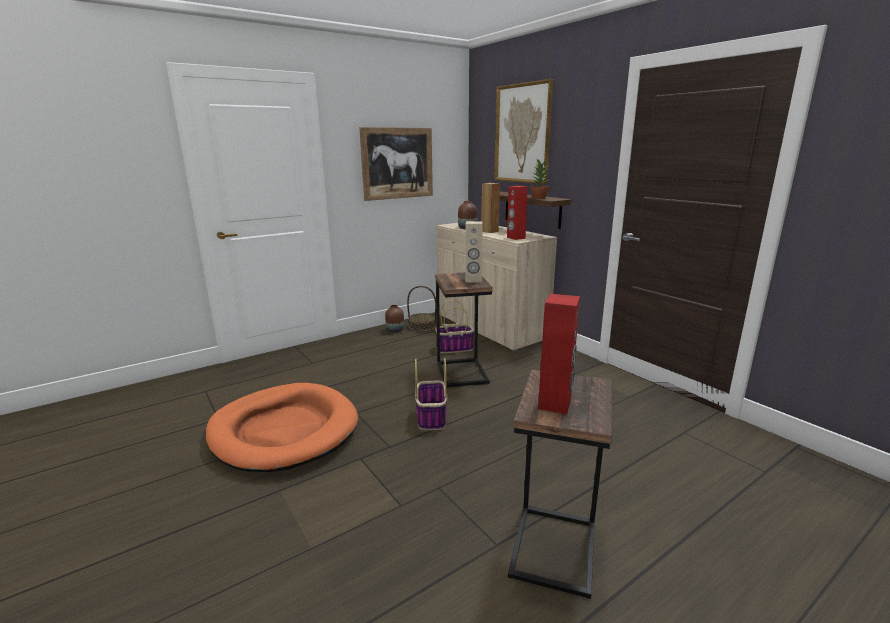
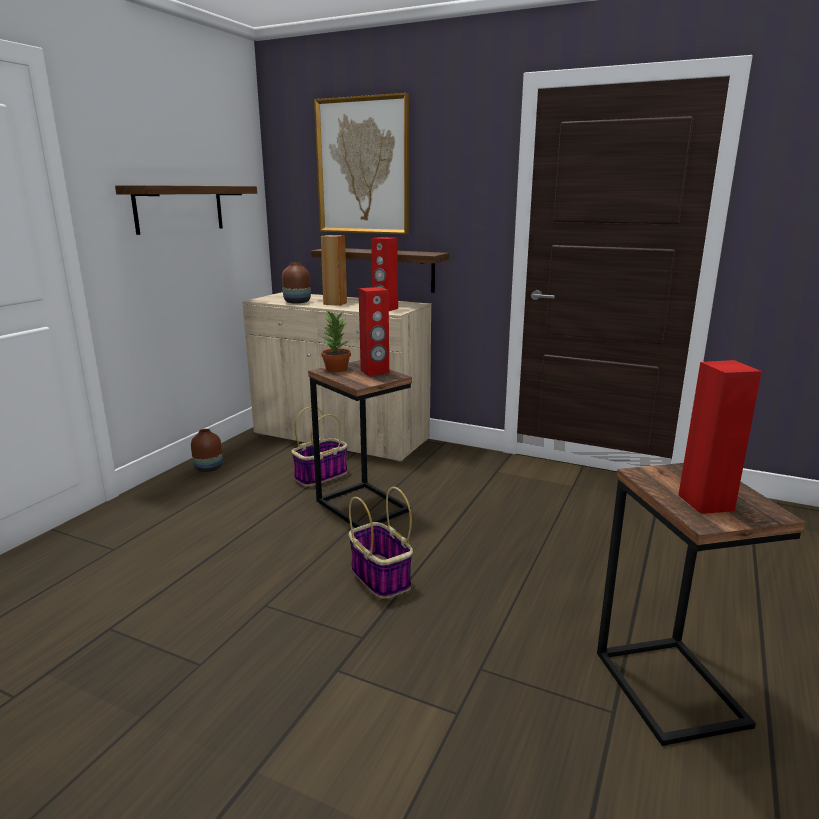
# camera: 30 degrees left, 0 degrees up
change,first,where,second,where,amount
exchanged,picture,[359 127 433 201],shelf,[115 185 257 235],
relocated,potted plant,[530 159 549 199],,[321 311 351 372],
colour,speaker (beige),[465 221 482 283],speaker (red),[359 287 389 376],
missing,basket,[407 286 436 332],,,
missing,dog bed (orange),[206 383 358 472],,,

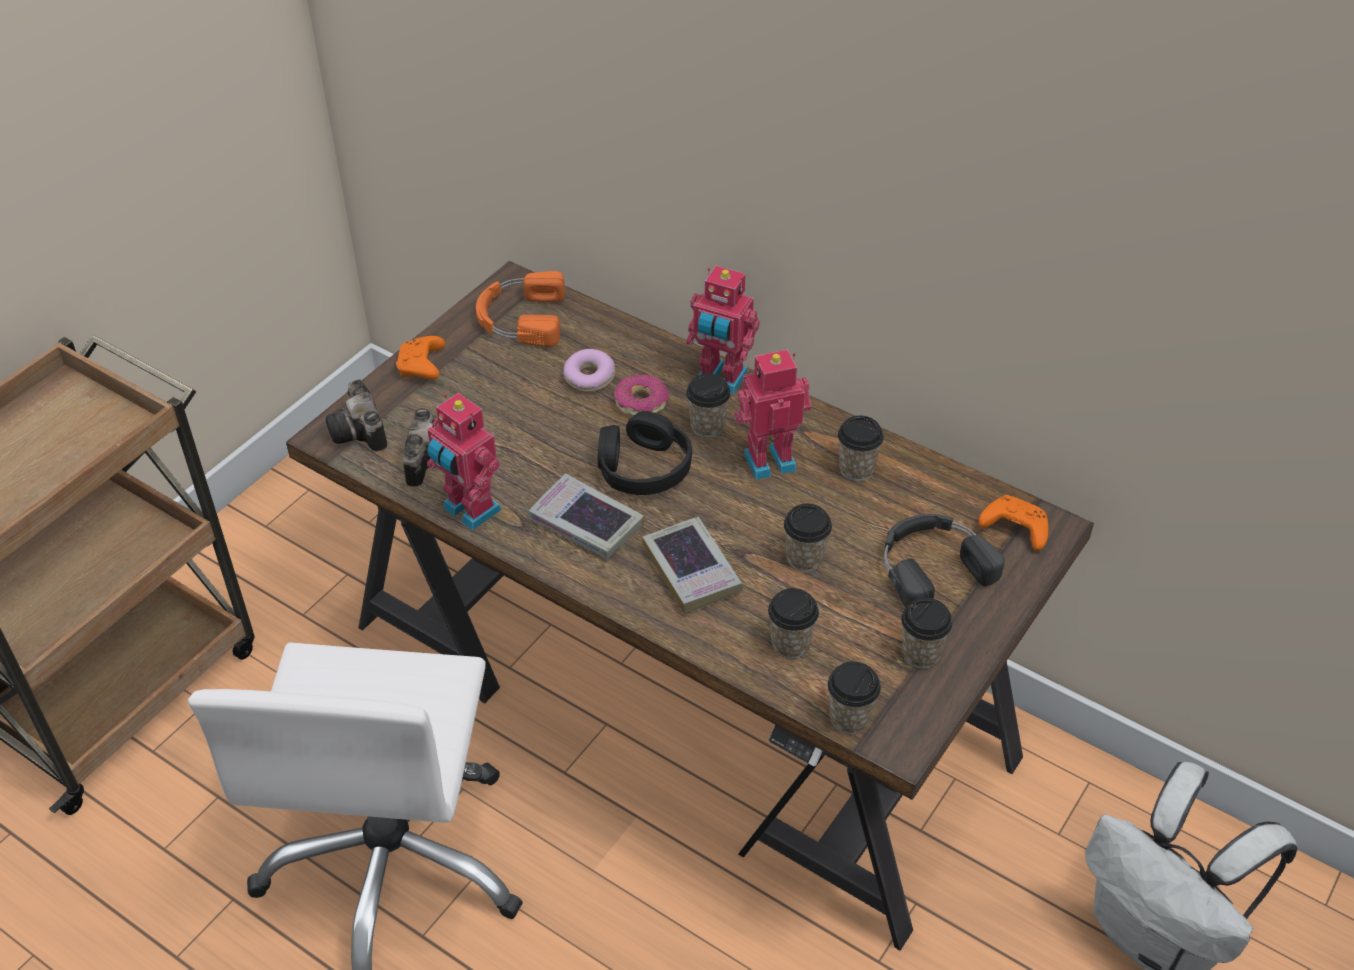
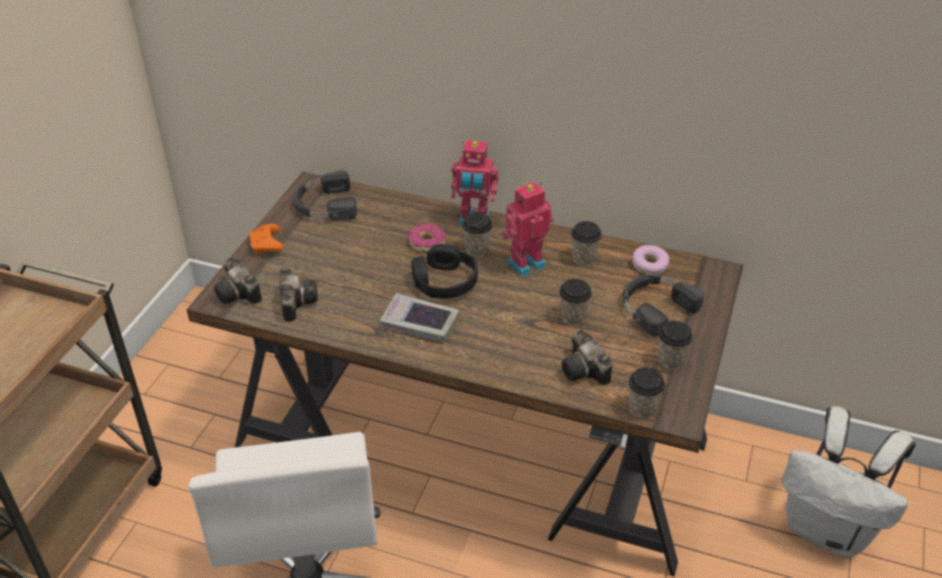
# camera: 15 degrees left, 5 degrees down
change,first,where,second,where,amount
colour,headphones (orange),[476 271 565 347],headphones (black),[293 170 357 220],
relocated,donut,[563 349 615 392],,[632 245 669 274],
missing,toy robot,[427 393 502 531],,,
missing,game controller (orange),[978 495 1048 551],,,
missing,book,[642 517 743 614],,,
exchanged,cup,[768 588 819 659],photo camera,[561 330 612 385],

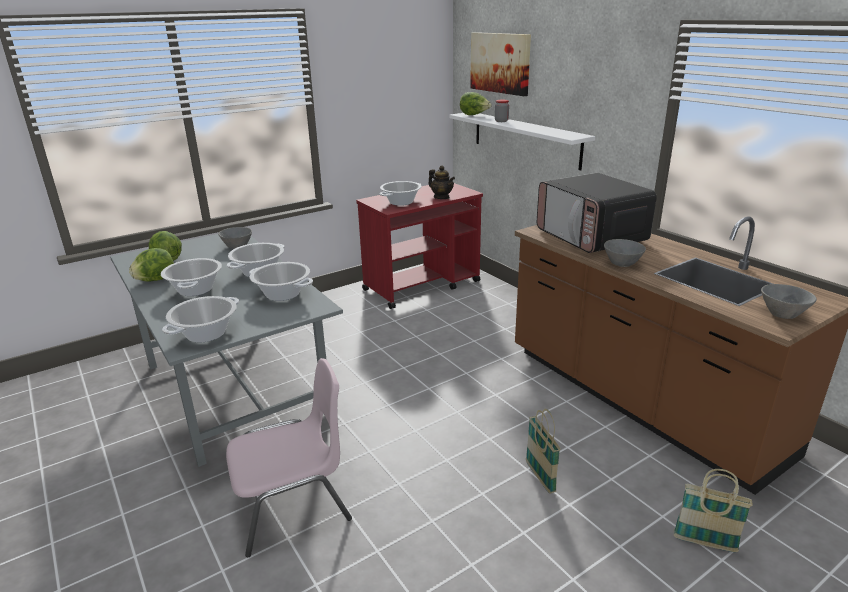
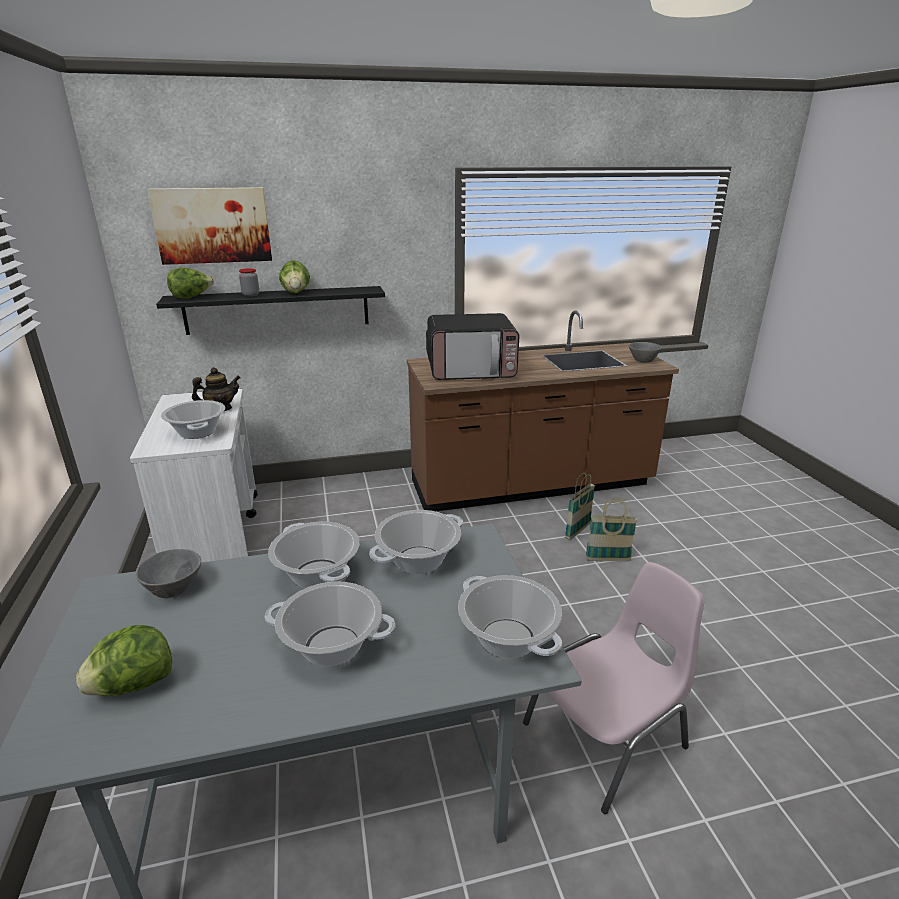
# camera: 70 degrees left, 0 degrees up
change,first,where,second,where,amount
colour,shelf (white),[449 113 595 170],shelf (black),[156 286 385 335],
colour,cart (red),[356 183 483 309],cart (white),[130 389 258 563],
missing,bowl (grey),[604 239 646 267],,,
relocated,lettuce,[129 248 174 281],,[279 260 310 294],
spun,chair (pink),[226 358 352 557],,[523 562 704 814],60 degrees clockwise
relocated,basket,[674 469 753 552],,[565 472 595 540],

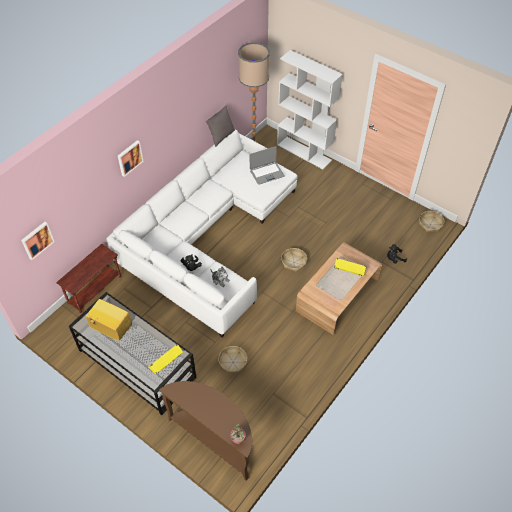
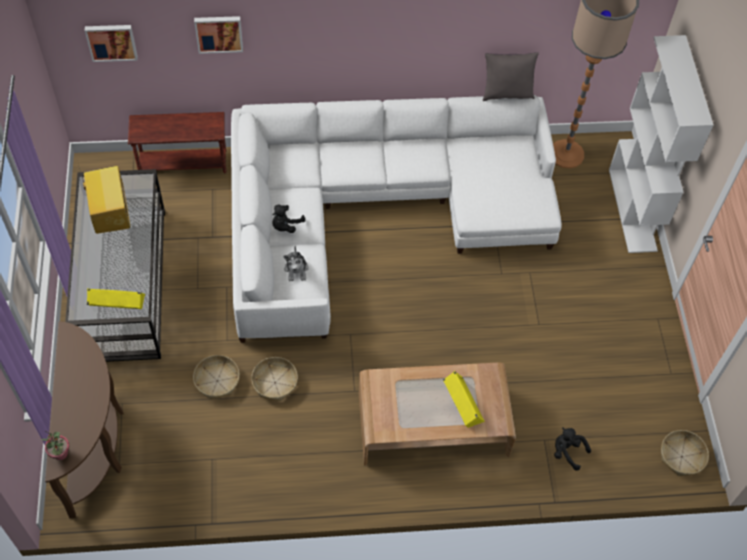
# camera: 45 degrees right, 5 degrees up
change,first,where,second,where,amount
relocated,picture,[118 140 144 177],,[194 16 243 54],
missing,laptop,[250 146 285 185],,,
relocated,basket,[281 248 307 272],,[251 357 298 401],

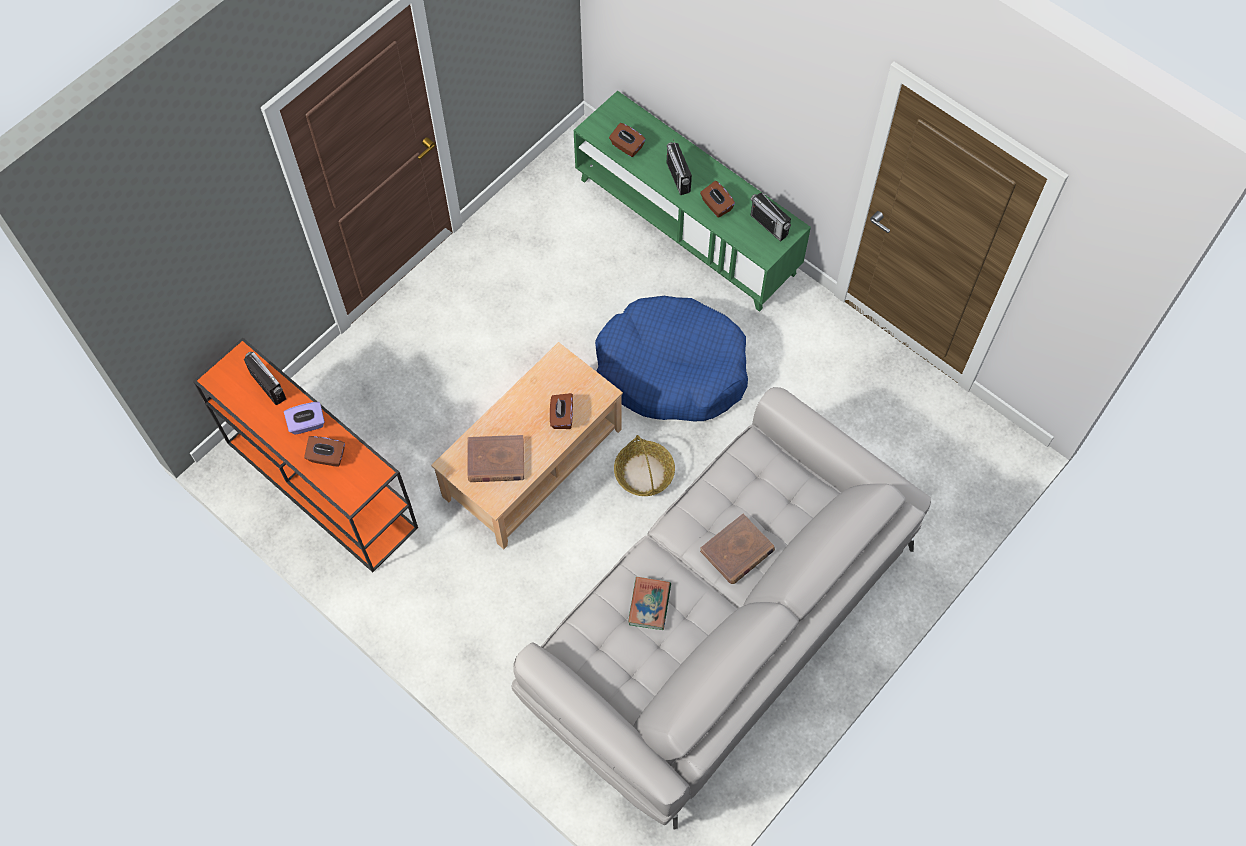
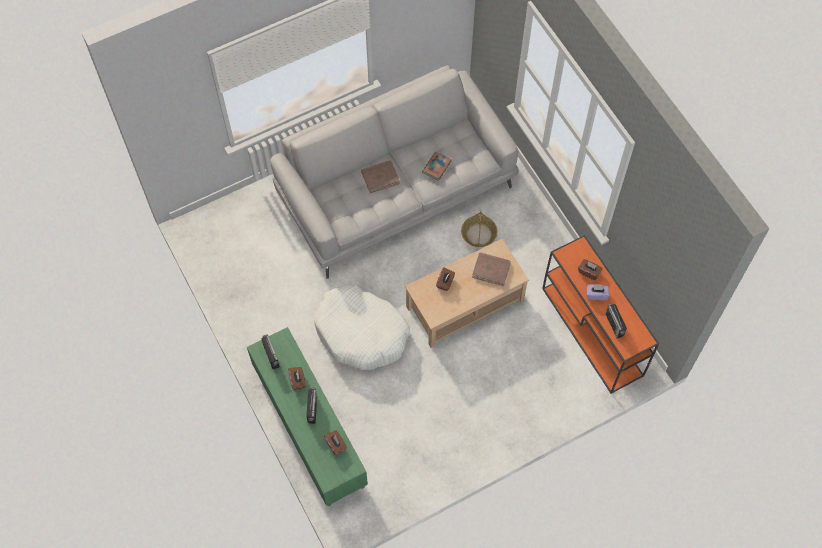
# camera: 160 degrees left, 0 degrees up
change,first,where,second,where,amount
colour,dog bed (blue),[595 296 748 421],dog bed (white),[313 285 410 370],
relocated,basket,[614 435 675 496],,[461 211 497 247],

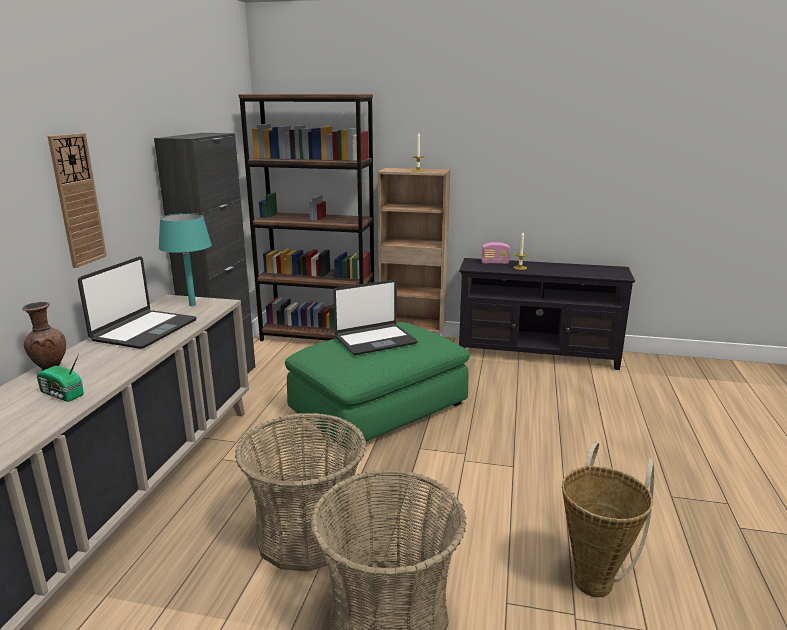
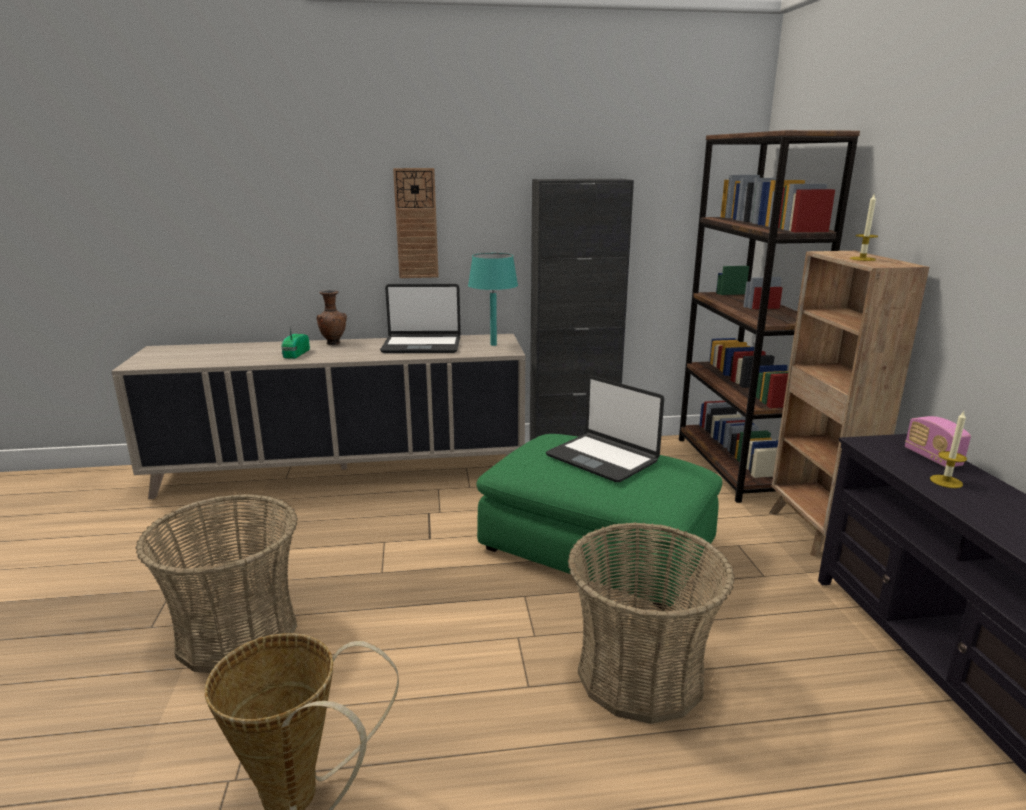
# camera: 70 degrees right, 0 degrees up
change,first,where,second,where,amount
relocated,basket,[235 413 366 572],,[568 522 735 724],

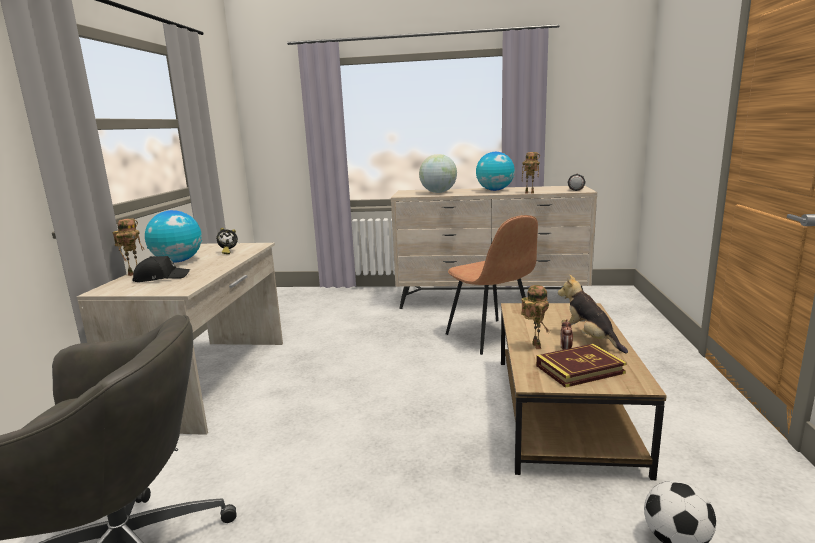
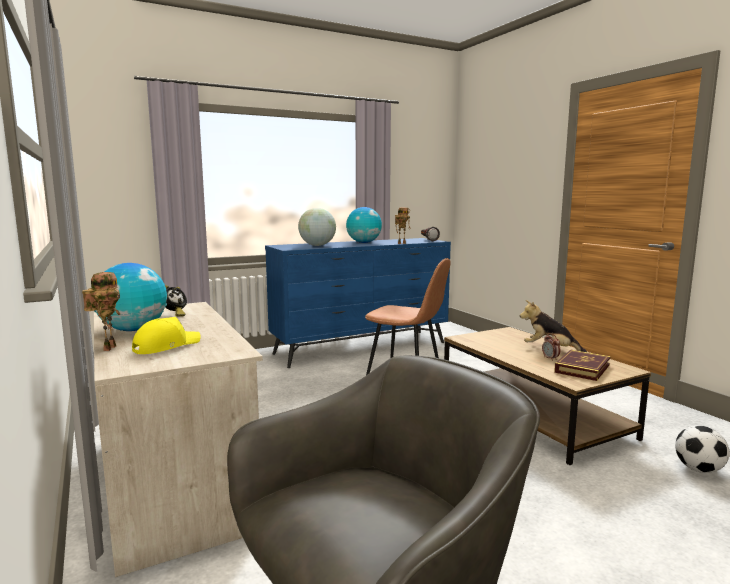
# camera: 35 degrees left, 5 degrees down
change,first,where,second,where,amount
colour,dresser (beige),[391 185 597 309],dresser (blue),[265 238 451 368],
colour,cap (black),[132 256 190 282],cap (yellow),[132 317 201 354],
missing,toy robot,[521 285 550 349],,,

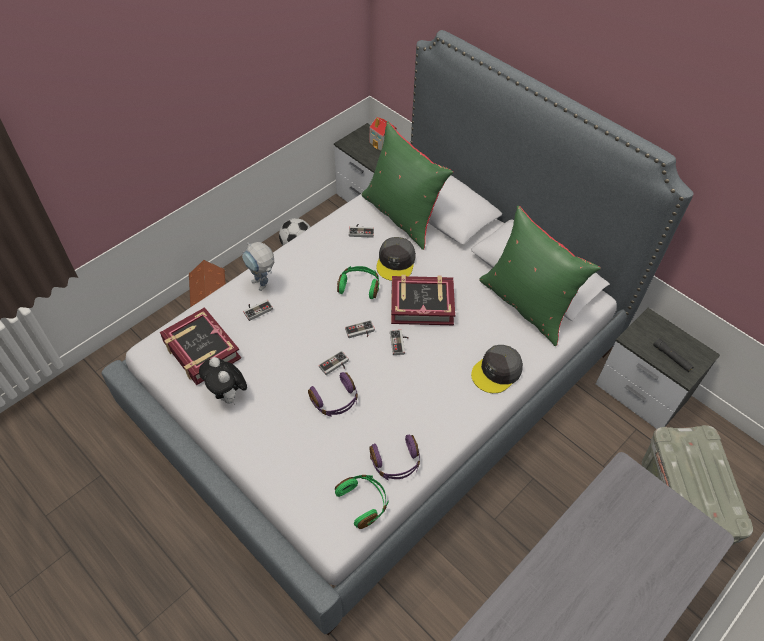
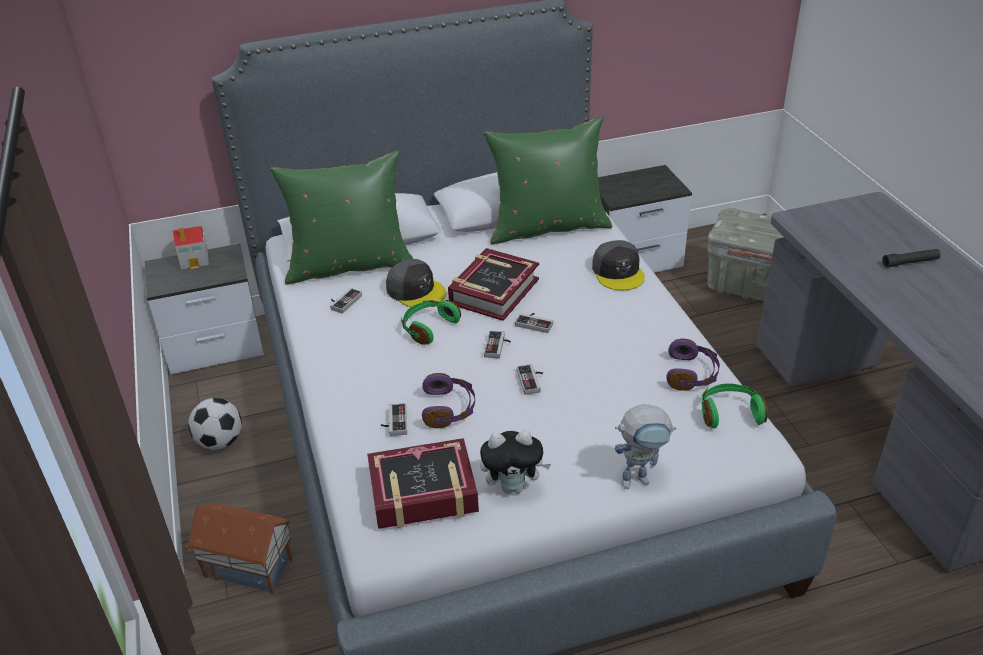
# camera: 60 degrees left, 15 degrees down
change,first,where,second,where,amount
relocated,toy robot,[242 242 274 291],,[615 404 676 489],
relocated,flashlight (black),[653 338 694 372],,[882 249 941 268],
relocated,headphones (purple),[308 372 358 417],,[422 373 475 428],

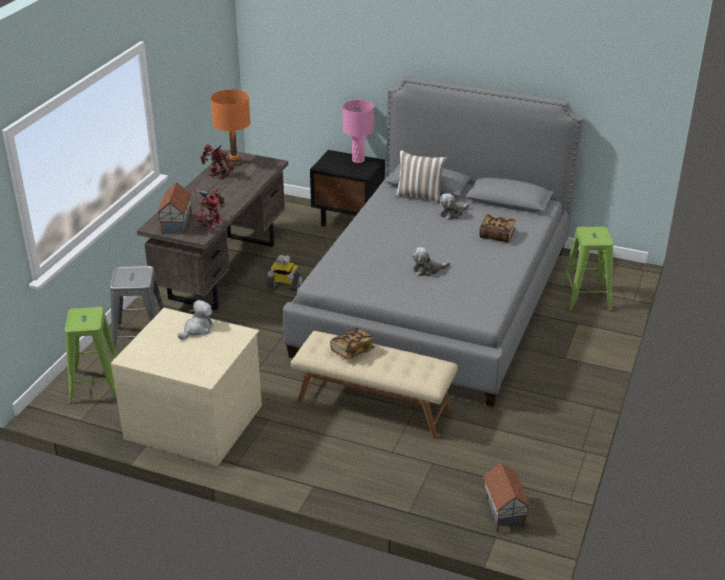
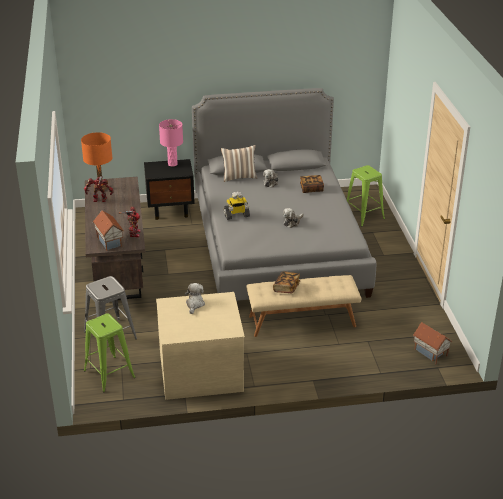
# camera: 30 degrees left, 0 degrees up
change,first,where,second,where,amount
relocated,toy robot,[268 255 303 291],,[223 191 250 220],

